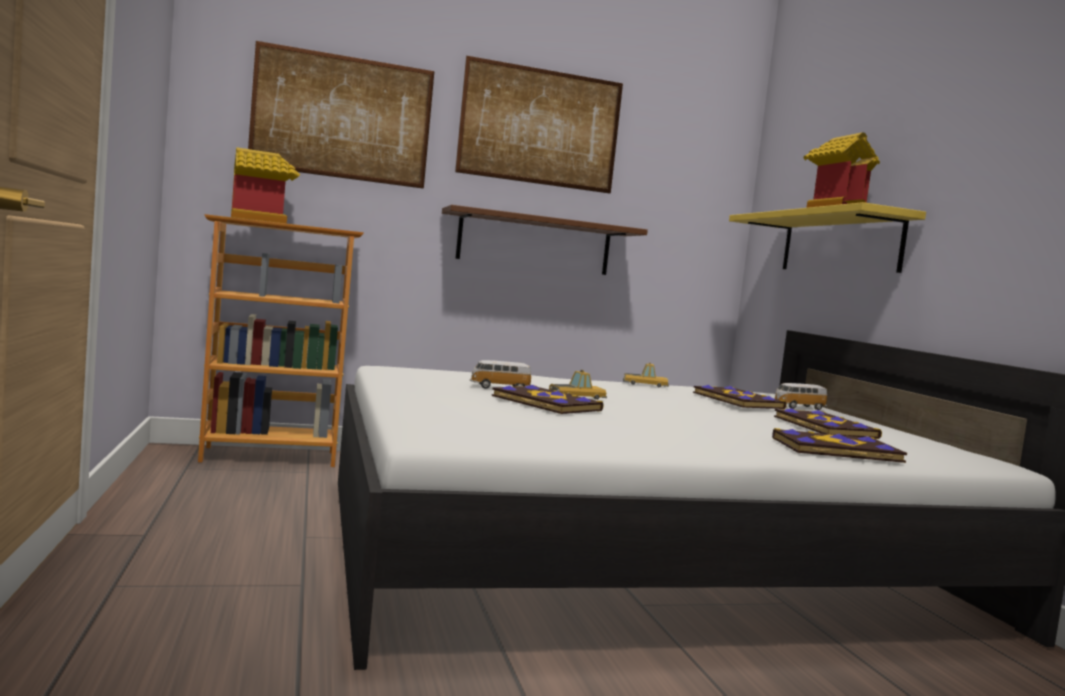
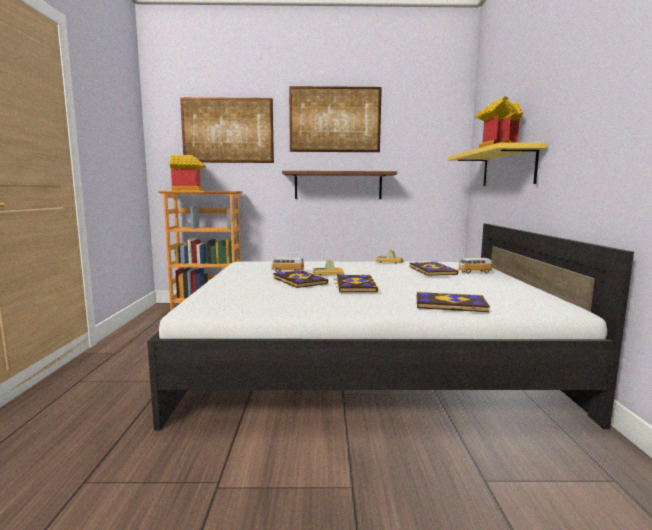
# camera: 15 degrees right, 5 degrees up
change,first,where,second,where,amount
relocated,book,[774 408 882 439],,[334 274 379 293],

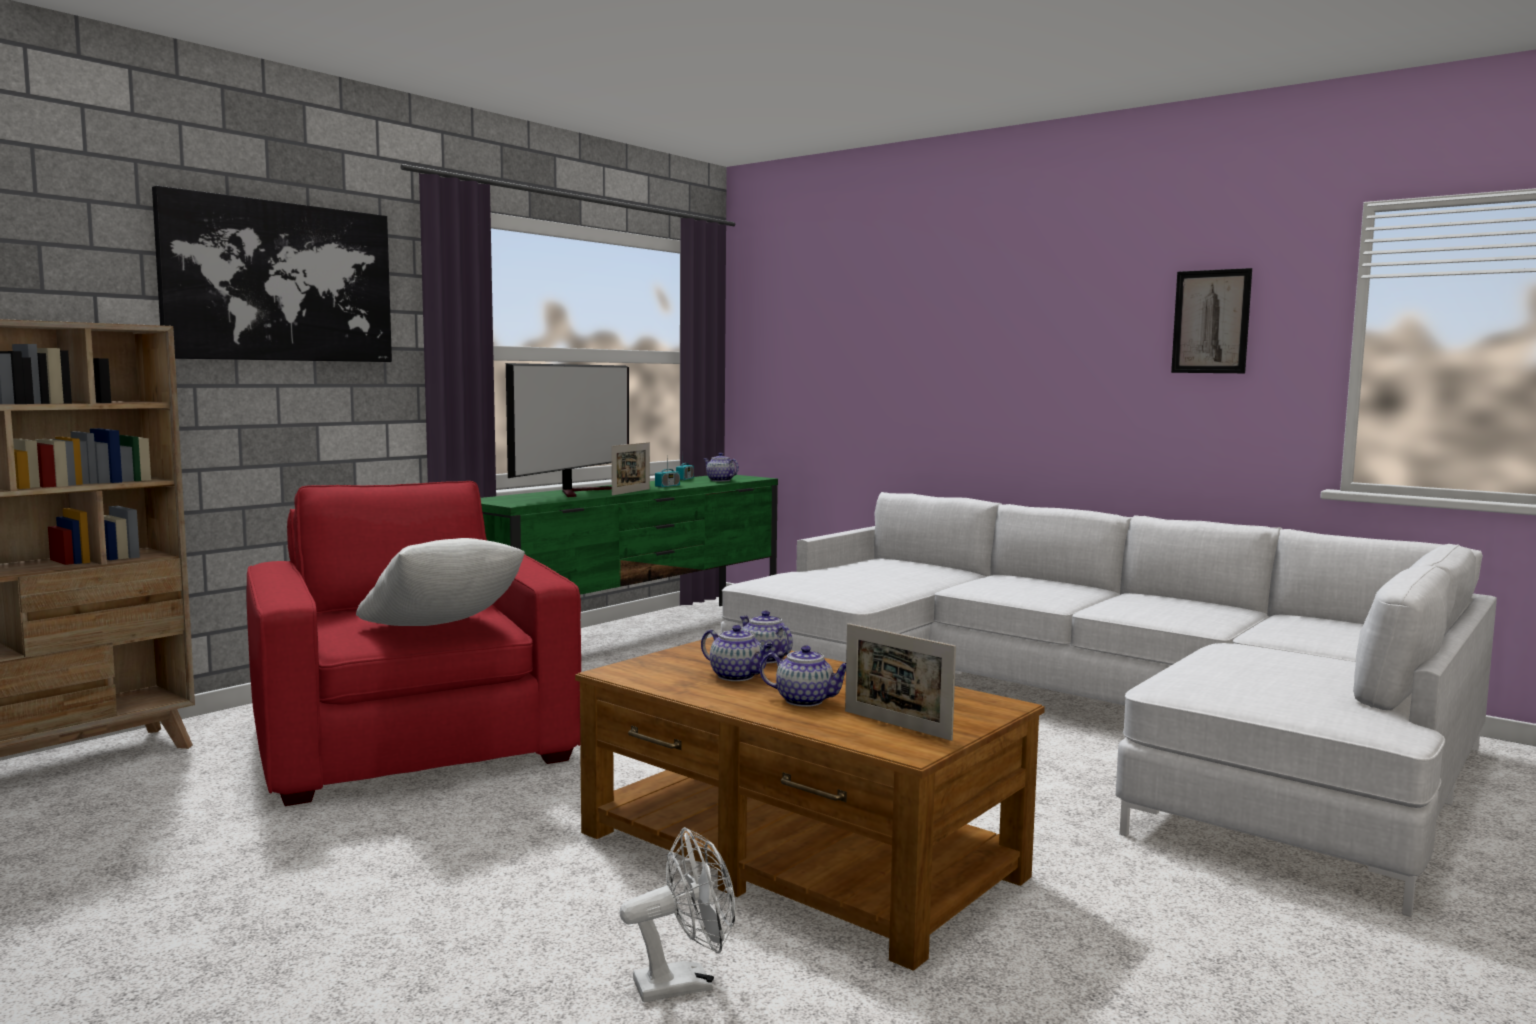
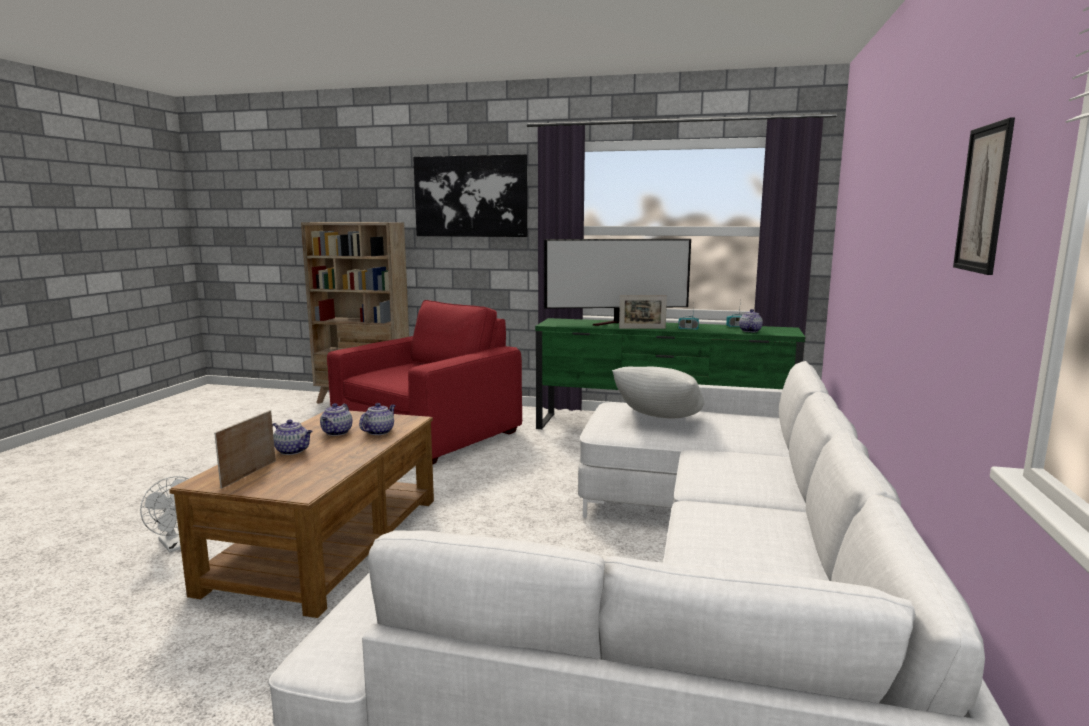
# camera: 65 degrees right, 5 degrees up
change,first,where,second,where,amount
relocated,pillow (white),[356 538 525 626],,[612 367 704 419],
spun,teapot,[760 645 846 707],,[272 420 313 455],60 degrees counterclockwise

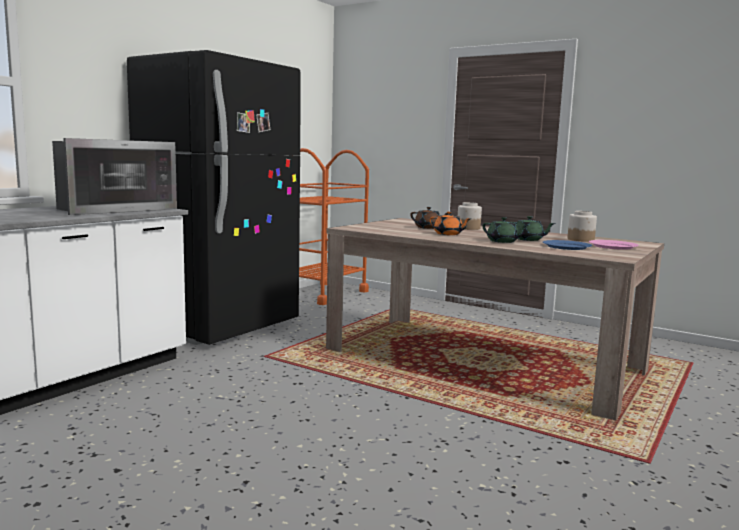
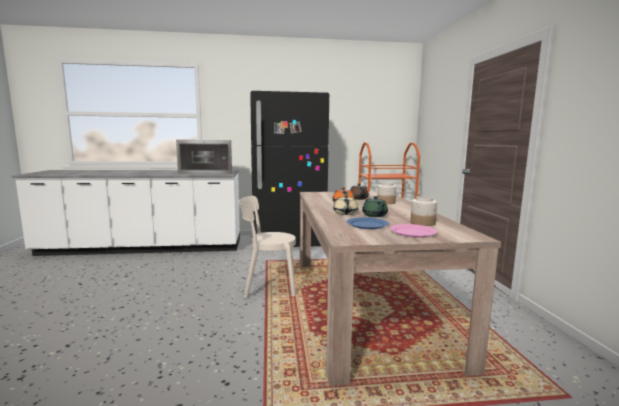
# camera: 50 degrees right, 0 degrees up
change,first,where,second,where,amount
colour,teapot (green),[482 217 528 243],teapot (beige),[333 194 358 215],
appeared,,,chair (beige),[238 196 296 298],

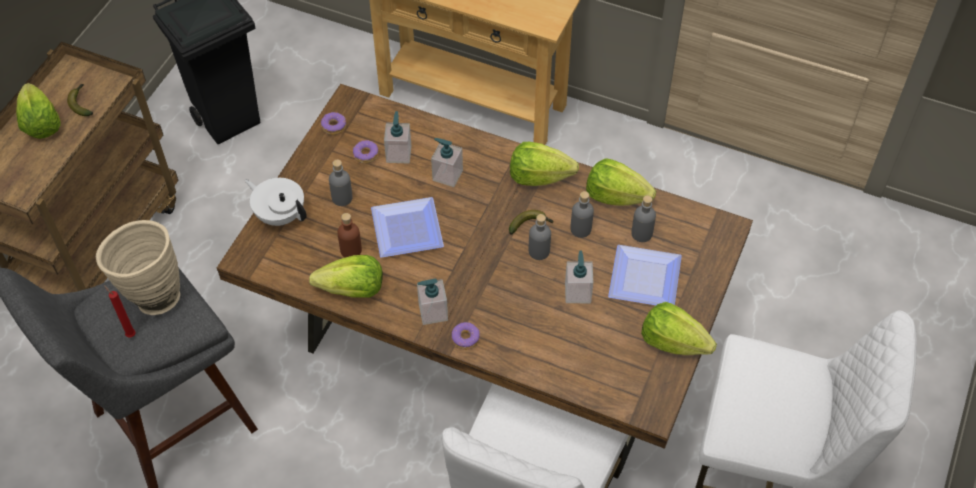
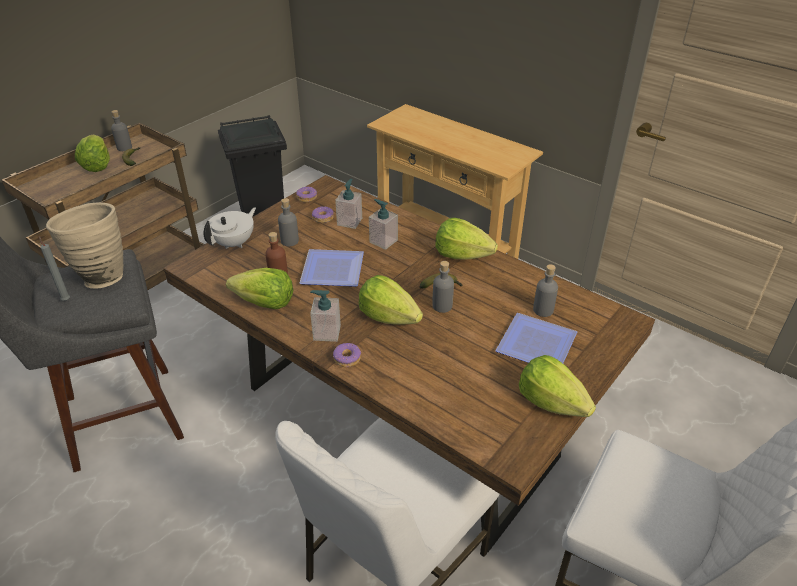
# camera: 15 degrees right, 15 degrees down
change,first,where,second,where,amount
relocated,lettuce,[586 158 656 206],,[359 275 423 325],
spun,teapot (white),[245 178 307 226],,[204 207 256 249],75 degrees clockwise
relocated,bottle (grey),[570 191 594 238],,[111 110 132 151],
missing,soap dispenser,[565 250 593 303],,,
colour,candle (red),[104 285 136 338],candle (grey),[39 236 70 301],

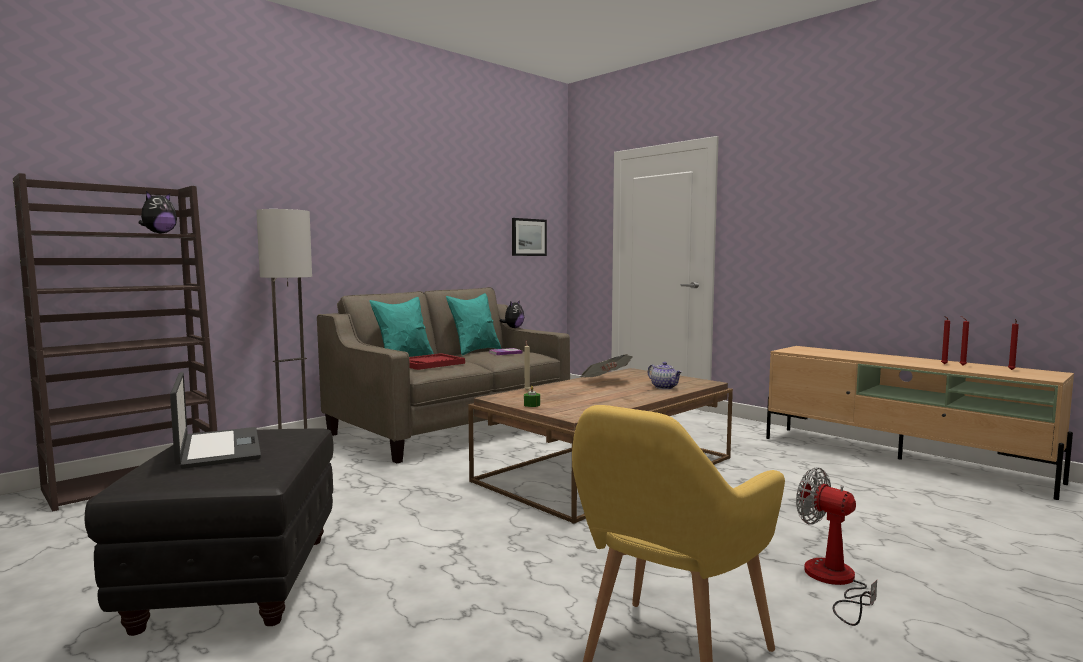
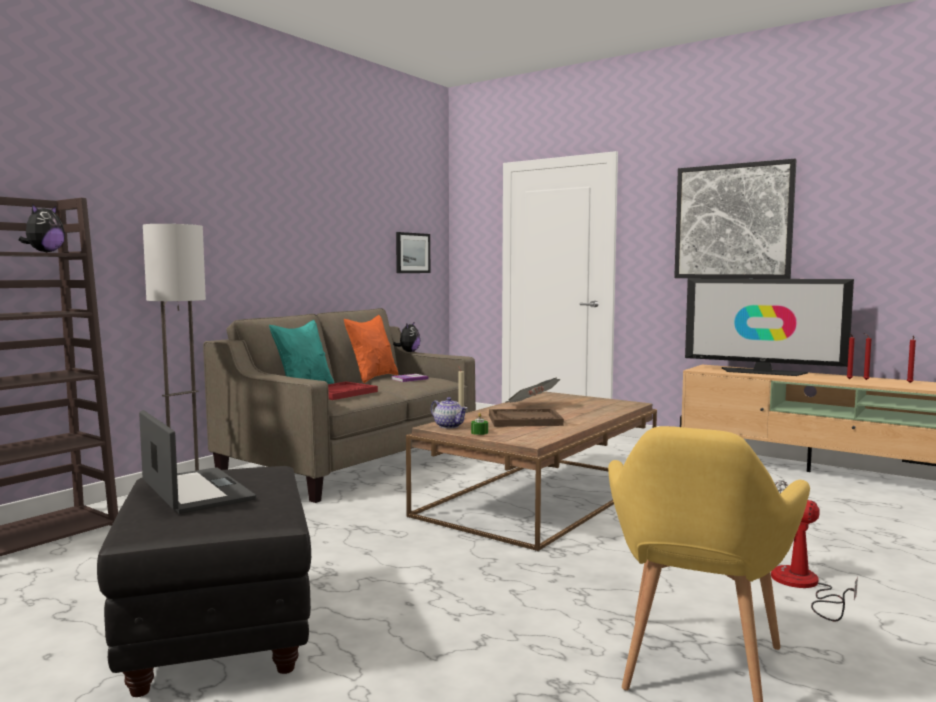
# camera: 10 degrees left, 0 degrees up
change,first,where,second,where,amount
colour,pillow (turquoise),[446 293 501 356],pillow (orange),[344 315 398 383],
relocated,teapot,[648 362 682 389],,[431 397 468 429],
appeared,,,picture,[674 159 797 279],
appeared,,,television,[685 278 854 376],
appeared,,,tray (brown),[489 408 564 427],

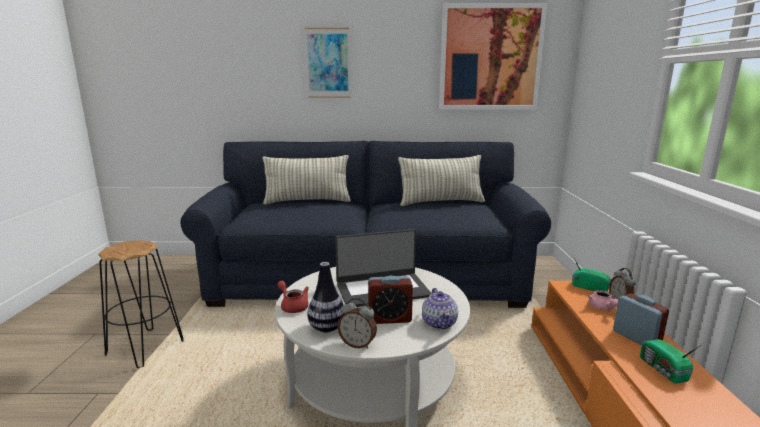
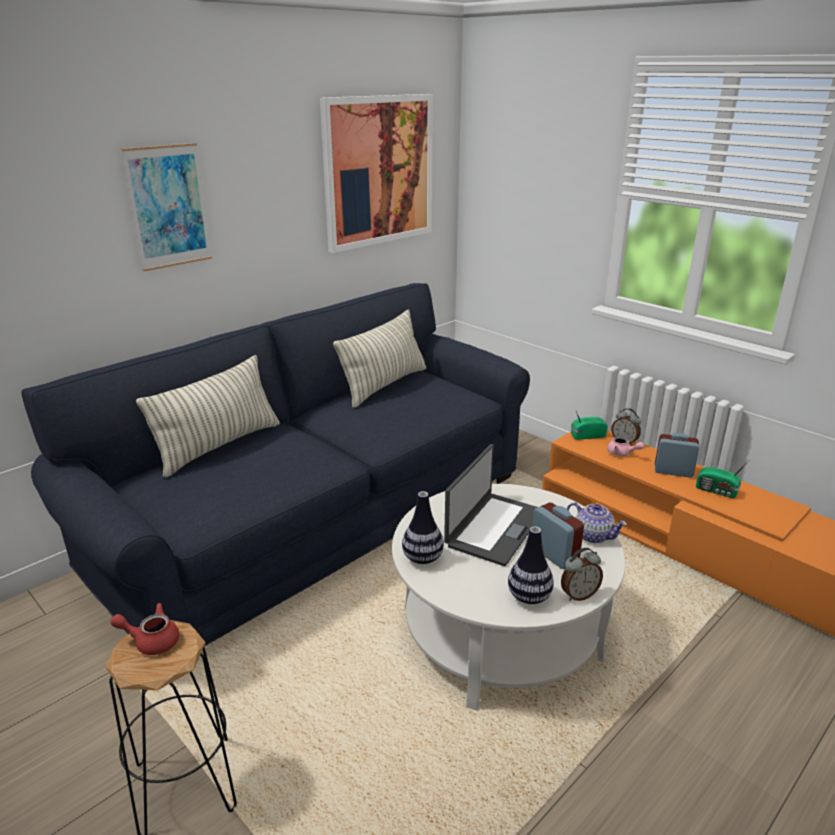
# camera: 45 degrees left, 10 degrees up
change,first,where,second,where,amount
spun,alarm clock,[368 276 413 324],,[532 503 584 569],75 degrees counterclockwise
relocated,teapot (red),[277 281 309 313],,[110 603 179 655],
appeared,,,vase,[402 491 444 564],

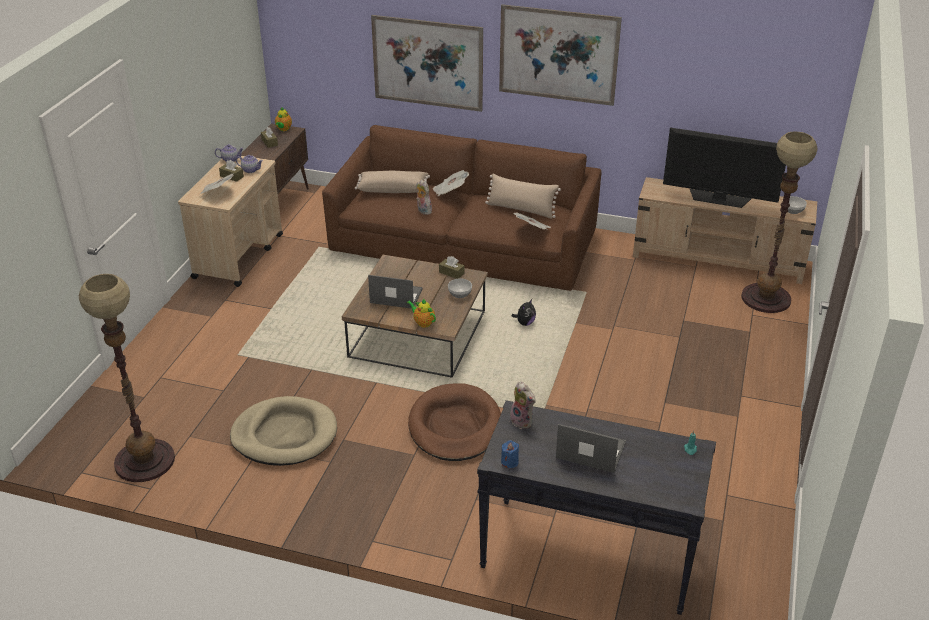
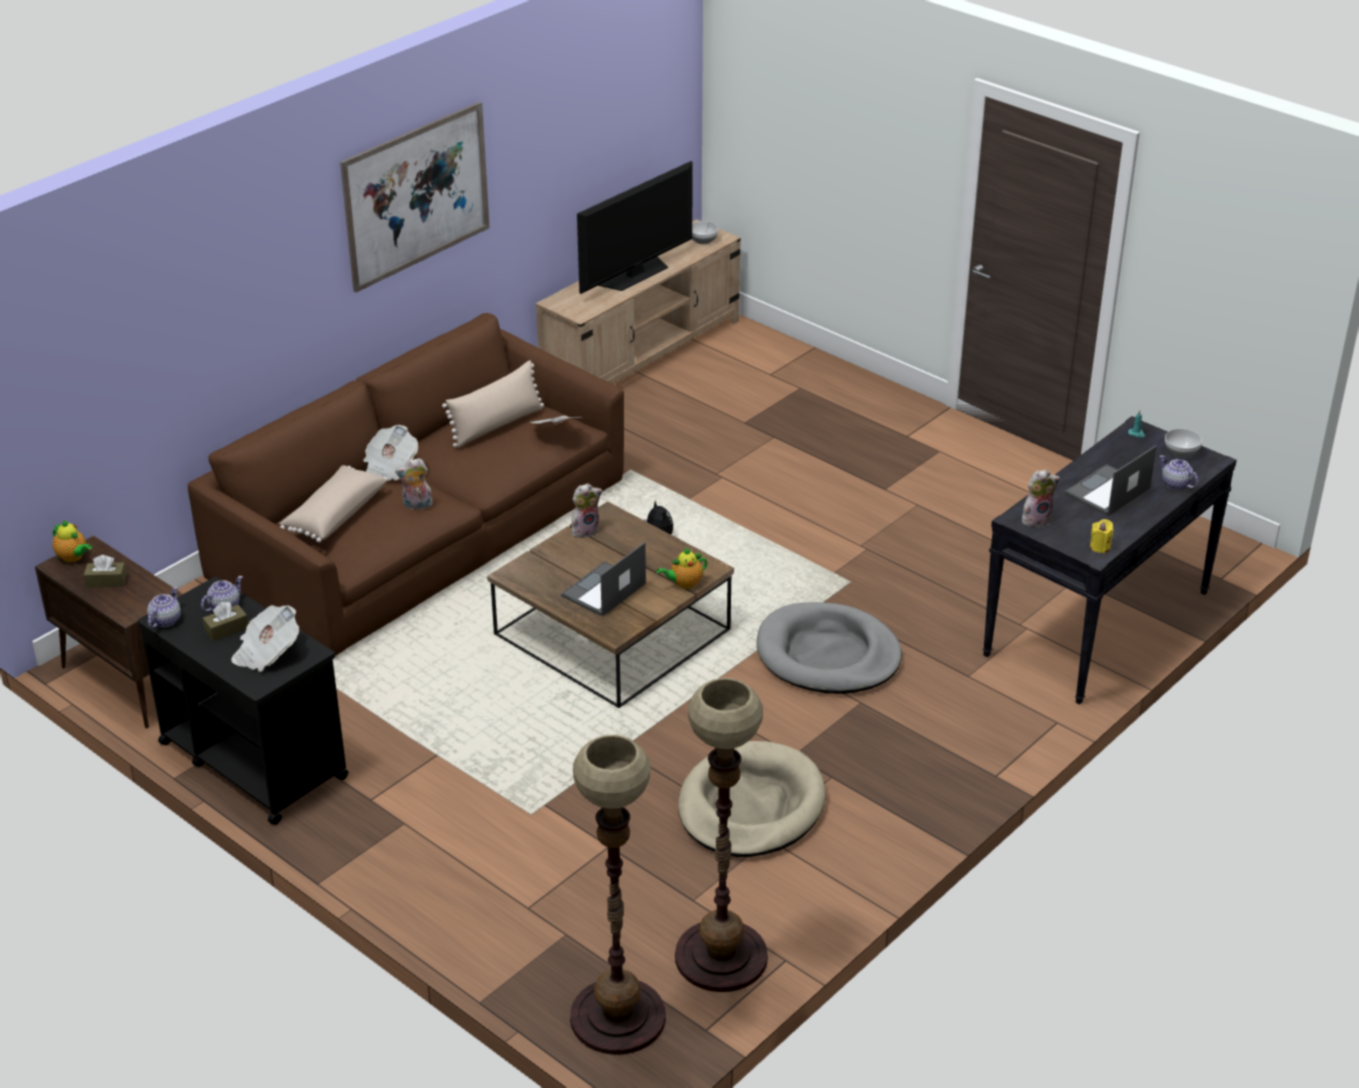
# camera: 65 degrees left, 0 degrees up
change,first,where,second,where,amount
missing,picture,[371 15 483 112],,,
relocated,floor lamp,[741 132 818 313],,[570 735 666 1055],
colour,cart (beige),[178 156 283 287],cart (black),[137 577 349 825],
exchanged,tissue box (brown),[439 256 464 279],plush toy,[572 483 602 538],
relocated,bowl,[448 278 472 298],,[1165 429 1202 458],
colour,dog bed (brown),[408 383 501 461],dog bed (grey),[757 602 902 694],
colour,candle (blue),[501 440 519 468],candle (yellow),[1090 519 1113 553],
appeared,,,teapot,[1160 455 1199 490],

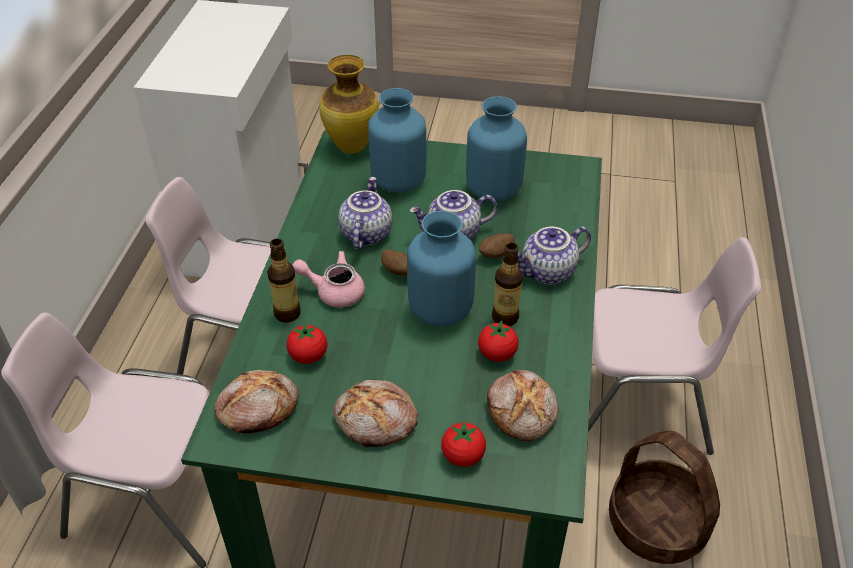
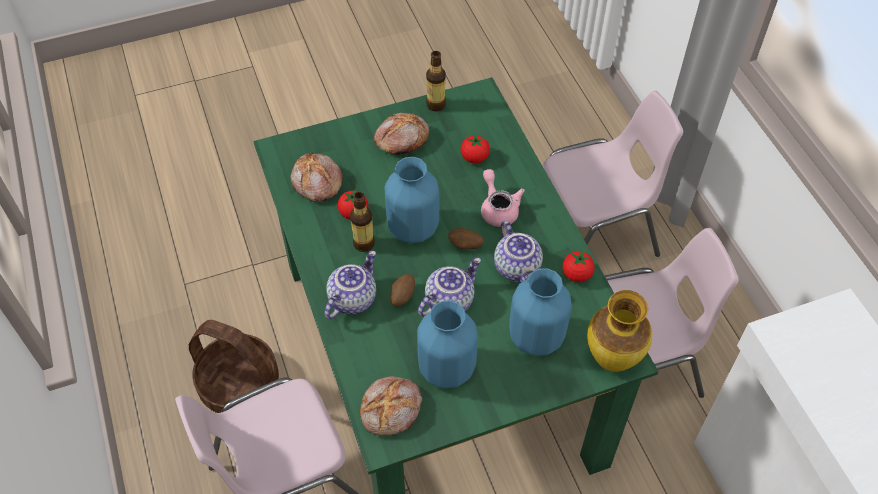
# camera: 150 degrees right, 10 degrees up
change,first,where,second,where,amount
relocated,bottle,[267 239 301 322],,[426 51 446 111],
spun,teapot (pink),[292 251 365 307],,[481 169 525 227],90 degrees counterclockwise
relocated,bread,[214 370 299 434],,[360 376 422 436],
relocated,tomato,[441 421 486 467],,[562 250 595 282],

